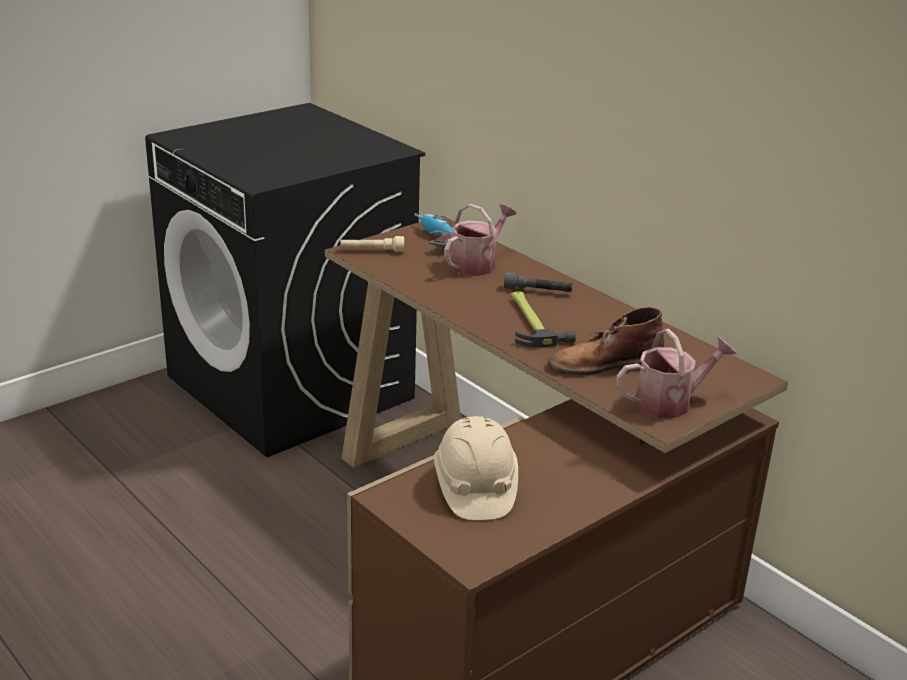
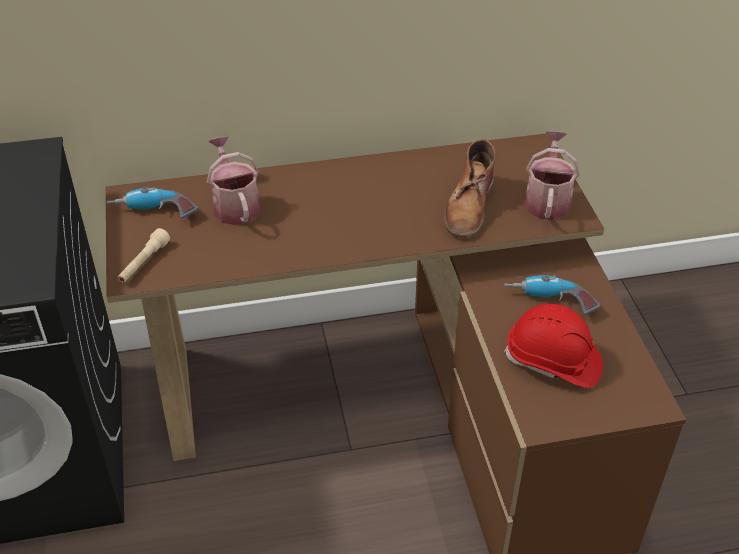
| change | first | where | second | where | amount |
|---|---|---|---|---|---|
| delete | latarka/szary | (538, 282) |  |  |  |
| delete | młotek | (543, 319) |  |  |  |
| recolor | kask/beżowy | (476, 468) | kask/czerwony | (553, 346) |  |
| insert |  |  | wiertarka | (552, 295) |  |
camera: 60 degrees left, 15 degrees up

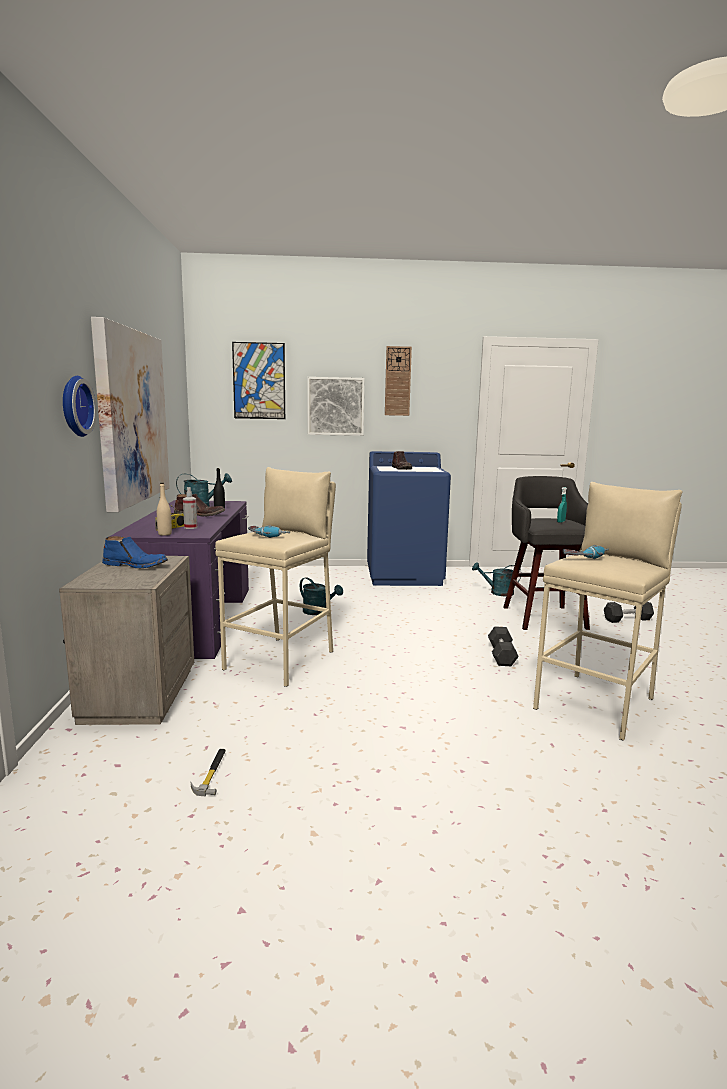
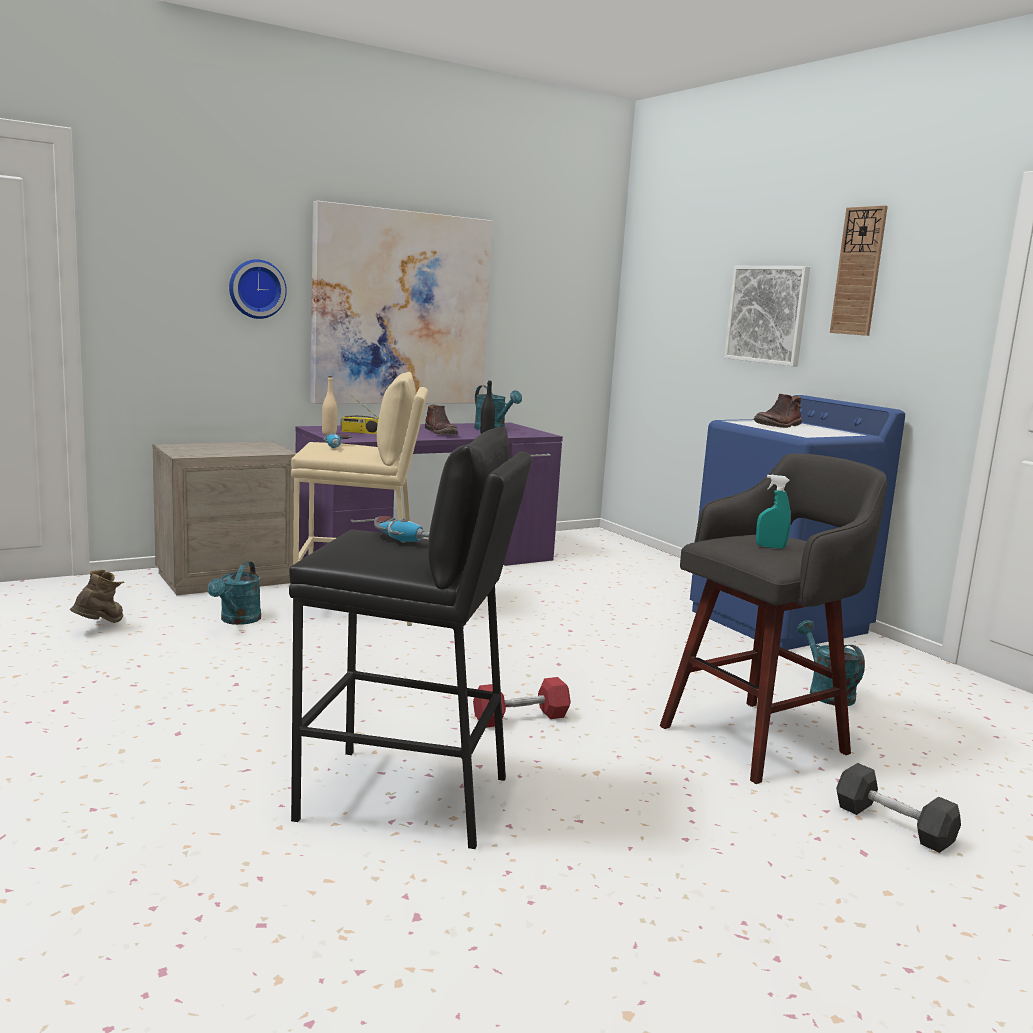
| change | first | where | second | where | amount |
|---|---|---|---|---|---|
| delete | obraz | (258, 380) |  |  |  |
| recolor | stołek/beżowy | (608, 611) | stołek/czarny | (410, 637) |  |
| delete | spryskiwacz | (190, 508) |  |  |  |
| delete | but z cholewką/niebieski | (135, 552) |  |  |  |
| move | konewka/turkusowy | (321, 596) |  | (234, 593) |  |
| recolor | hantel/szary | (503, 646) | hantel/czerwony | (522, 702) |  |
| replace | młotek | (208, 772) | but z cholewką/brązowy | (97, 596) |  |
camera: 60 degrees right, 0 degrees up

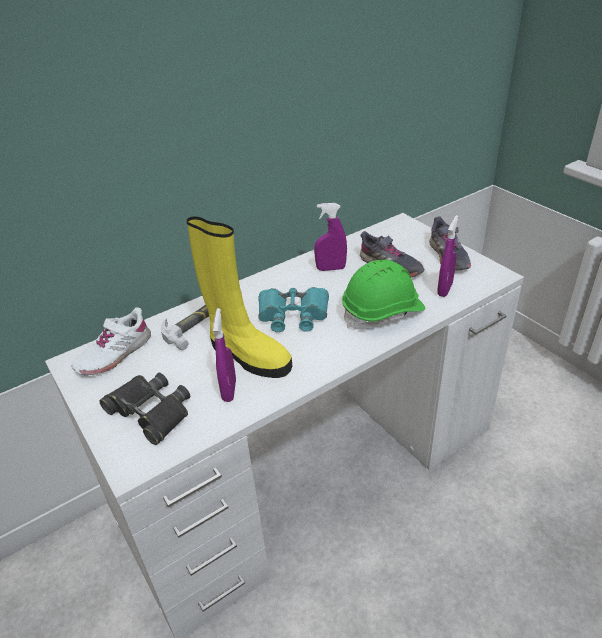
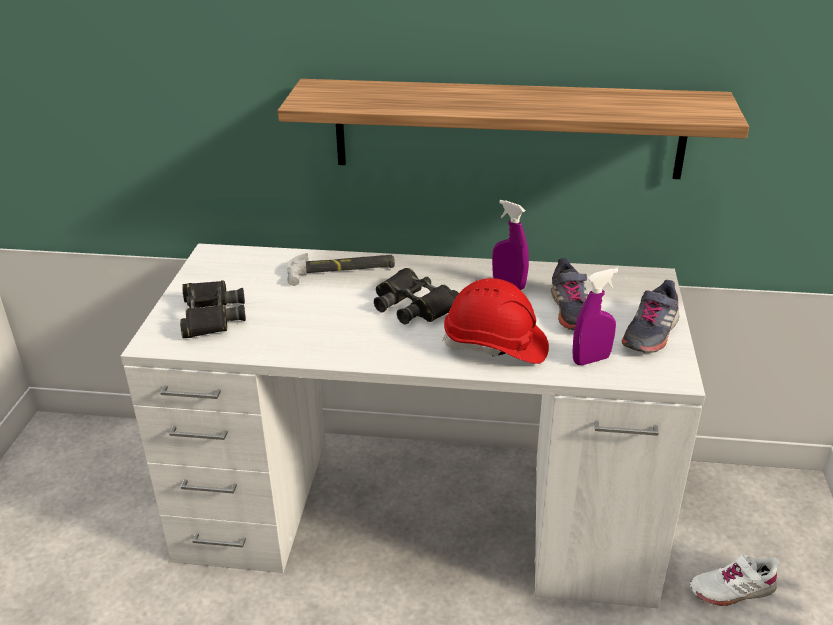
| change | first | where | second | where | amount |
|---|---|---|---|---|---|
| delete | but z cholewką/żółty | (239, 297) |  |  |  |
| recolor | kask/zielony | (384, 295) | kask/czerwony | (495, 321) |  |
| recolor | lornetka/turkusowy | (293, 309) | lornetka/czarny | (416, 296) |  |
| move | but/biały | (111, 341) |  | (735, 580) |  |
| delete | spryskiwacz/fioletowy | (224, 355) |  |  |  |
| insert |  |  | półka | (513, 129) |  |
camera: 40 degrees right, 5 degrees down

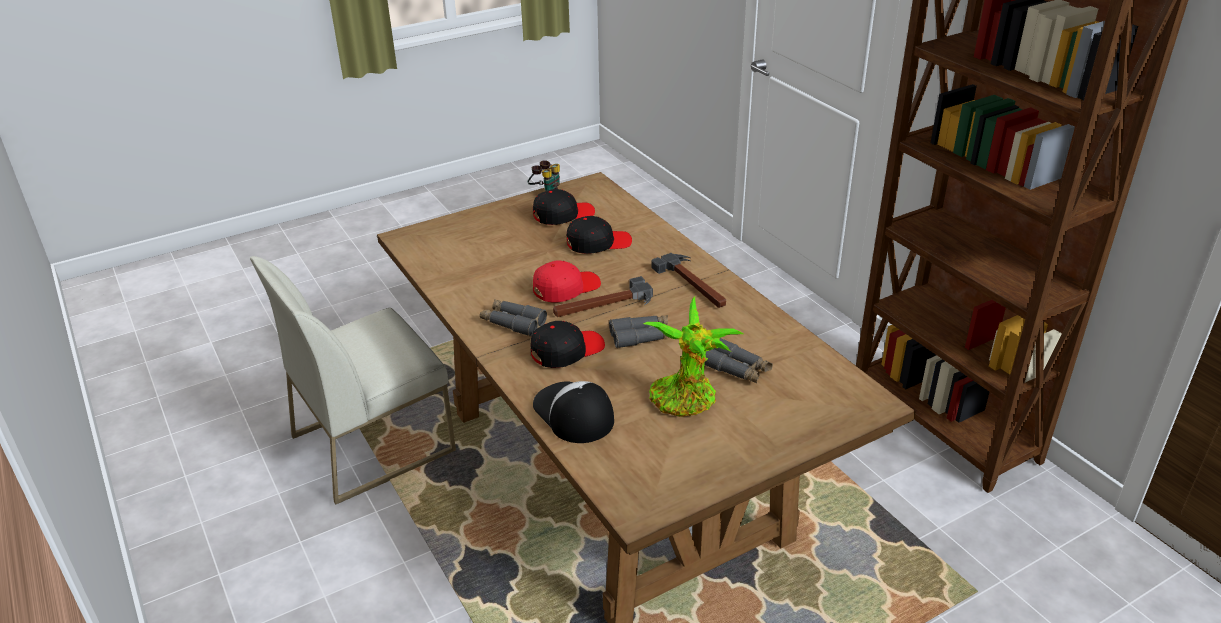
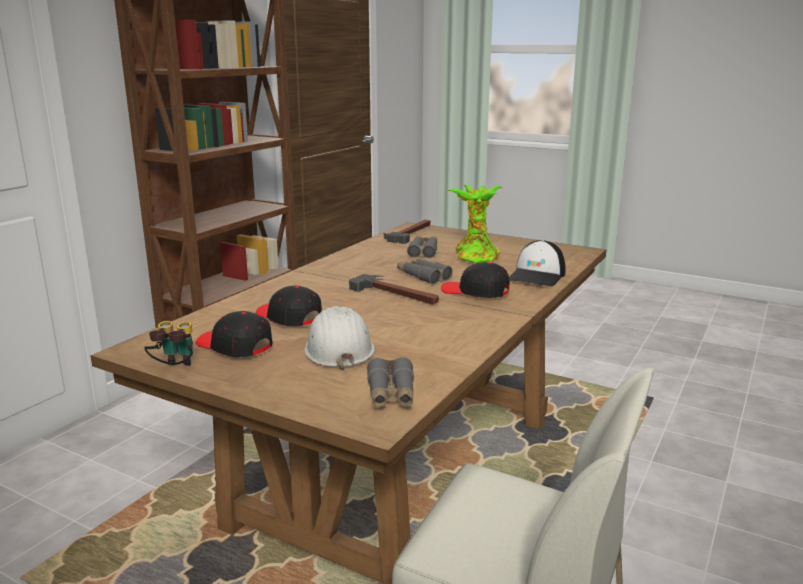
| change | first | where | second | where | amount |
|---|---|---|---|---|---|
| move | młotek | (688, 280) |  | (407, 232) |  |
| delete | czapka z daszkiem/czerwony | (567, 281) |  |  |  |
| move | lornetka/szary | (513, 318) |  | (390, 382) |  |
| insert |  |  | kask/biały | (340, 338) |  |
camera: 120 degrees left, 15 degrees down

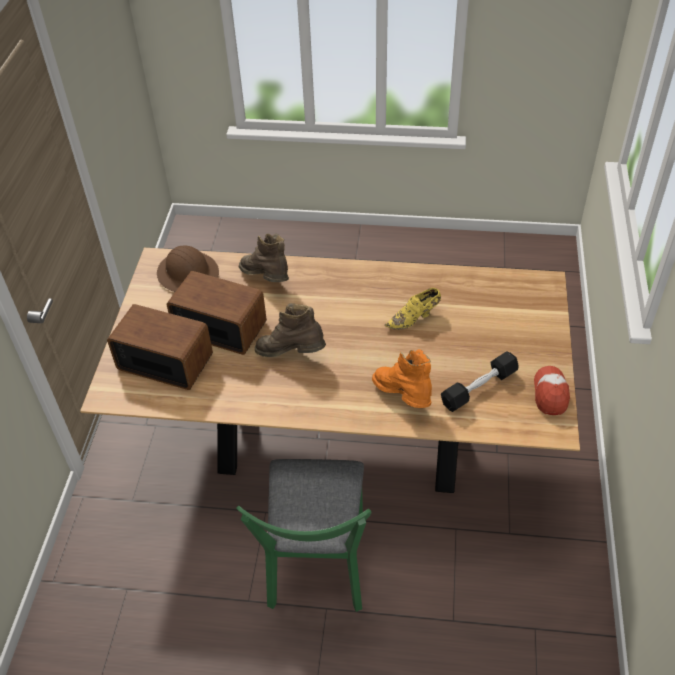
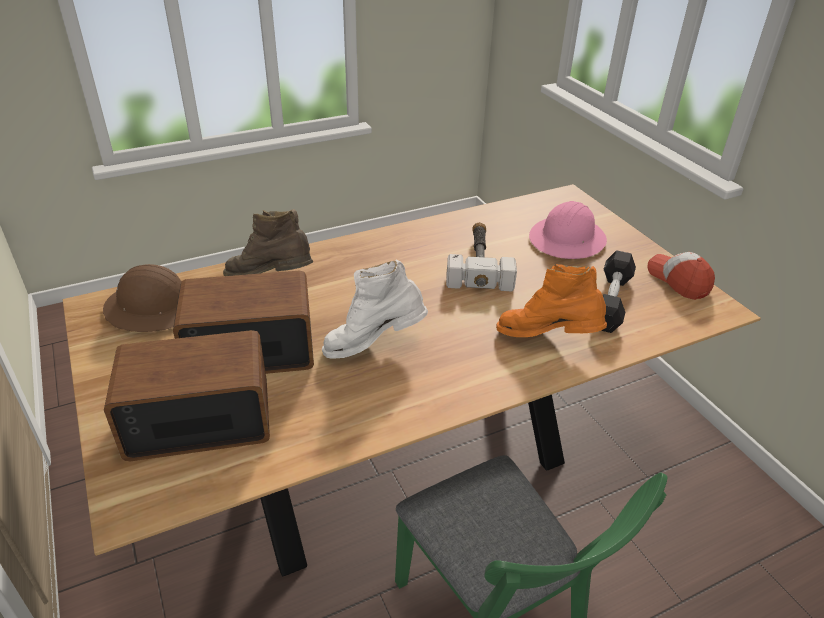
| change | first | where | second | where | amount |
|---|---|---|---|---|---|
| replace | but/żółty | (413, 309) | młotek | (481, 256) |  |
| recolor | but z cholewką/brązowy | (290, 330) | but z cholewką/biały | (375, 309) |  |
| insert |  |  | kask/różowy | (568, 230) |  |
camera: 35 degrees left, 10 degrees down

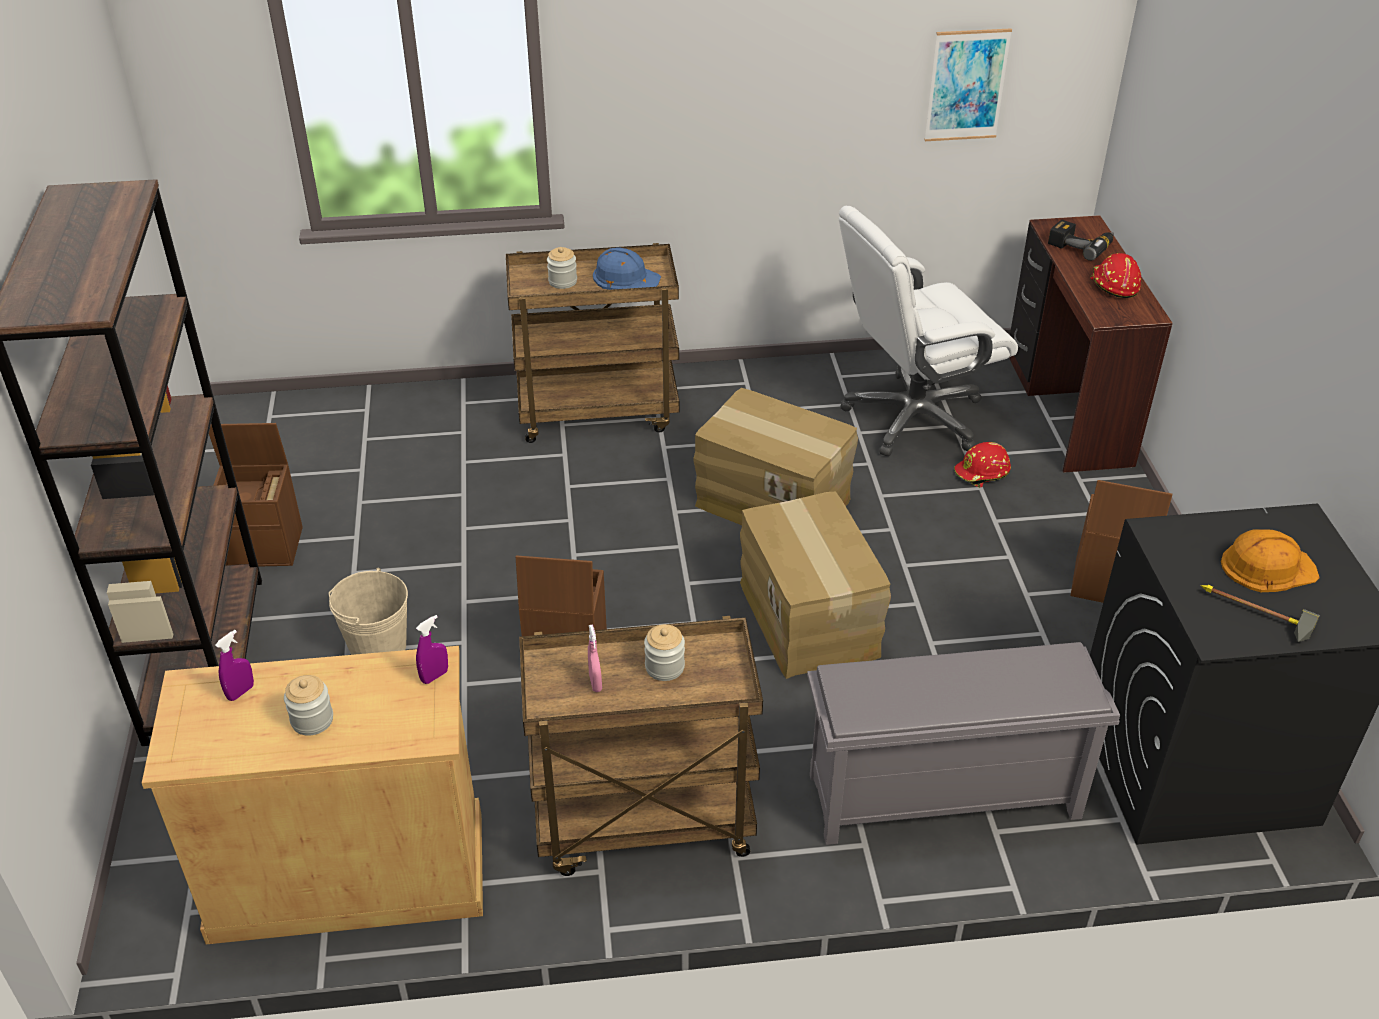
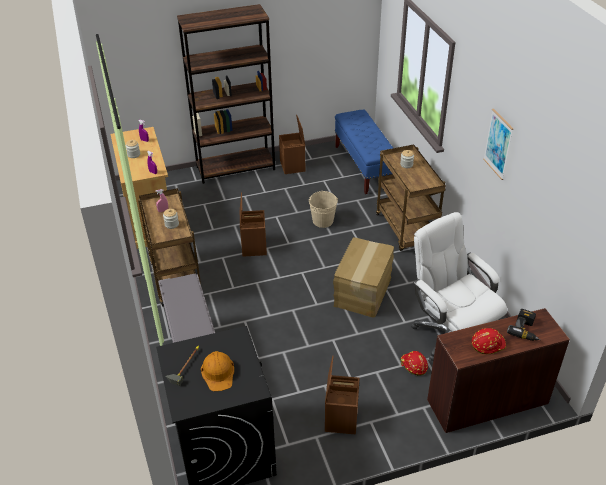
| change | first | where | second | where | amount |
|---|---|---|---|---|---|
| move | obraz | (968, 84) |  | (498, 144) |  |
| delete | kask/niebieski | (627, 268) |  |  |  |
| delete | karton | (815, 585) |  |  |  |
| move | wiadro/beżowy | (368, 611) |  | (323, 209) |  |
| insert |  |  | ławka/niebieski | (364, 152) |  |
camera: 80 degrees right, 0 degrees up

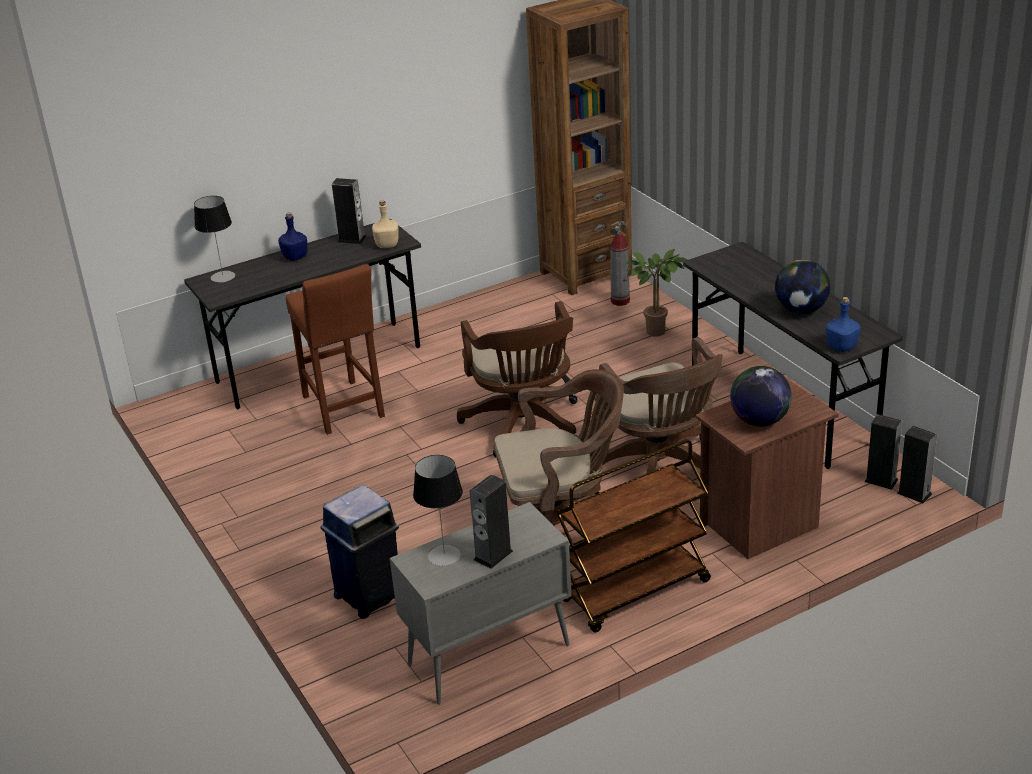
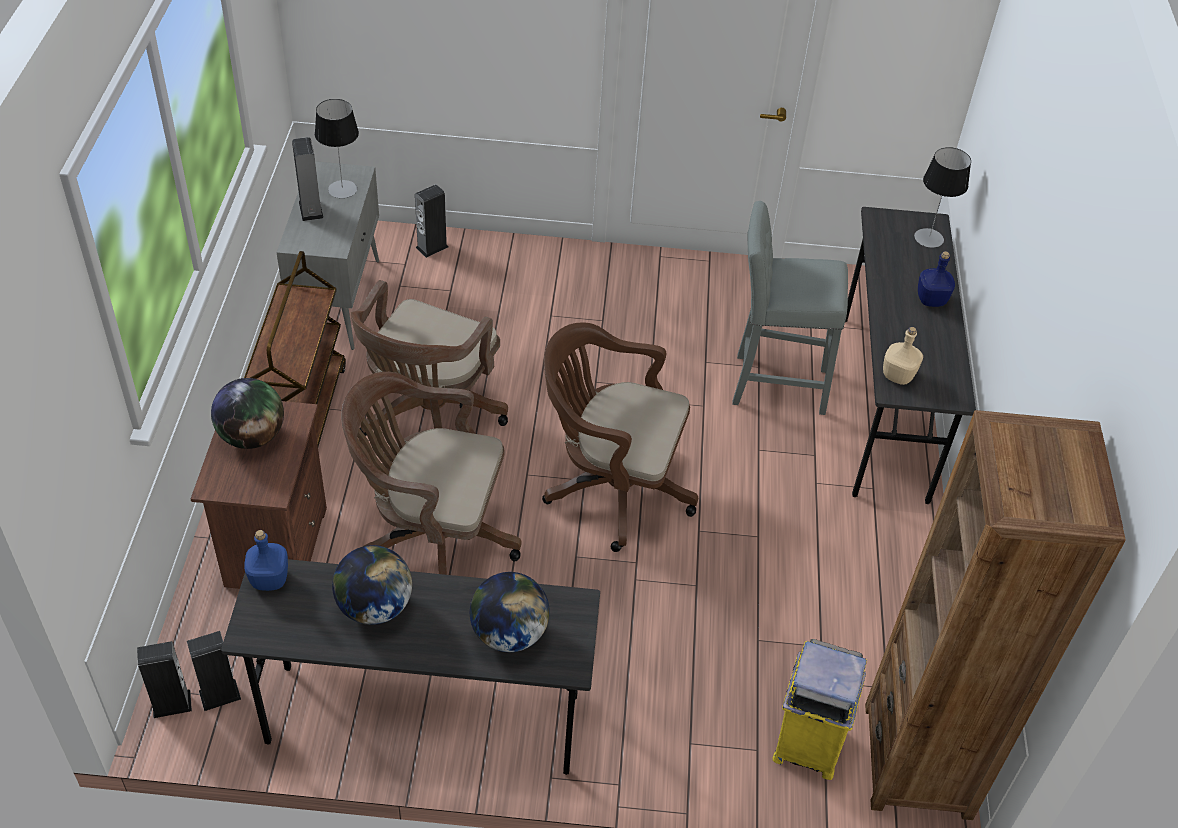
| change | first | where | second | where | amount |
|---|---|---|---|---|---|
| move | głośnik | (349, 211) |  | (431, 221) |  |
| replace | gaśnica | (620, 263) | kosz na śmieci/żółty | (819, 709) |  |
| delete | roślina doniczkowa | (656, 293) |  |  |  |
| recolor | stołek/brązowy | (335, 349) | stołek/szary | (790, 308) |  |
| delete | kosz na śmieci/niebieski | (359, 552) |  |  |  |
| insert |  |  | globus | (510, 612) |  |
camera: 120 degrees right, 15 degrees up

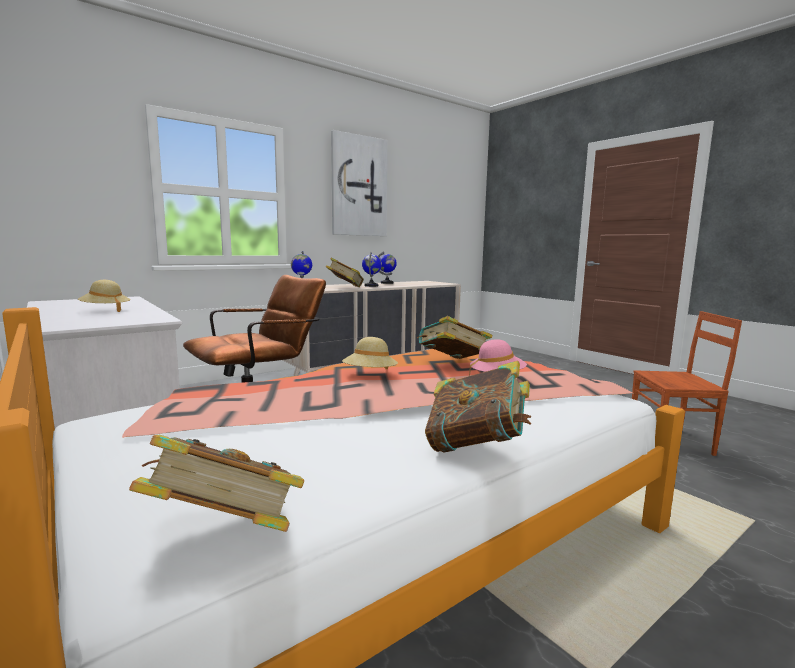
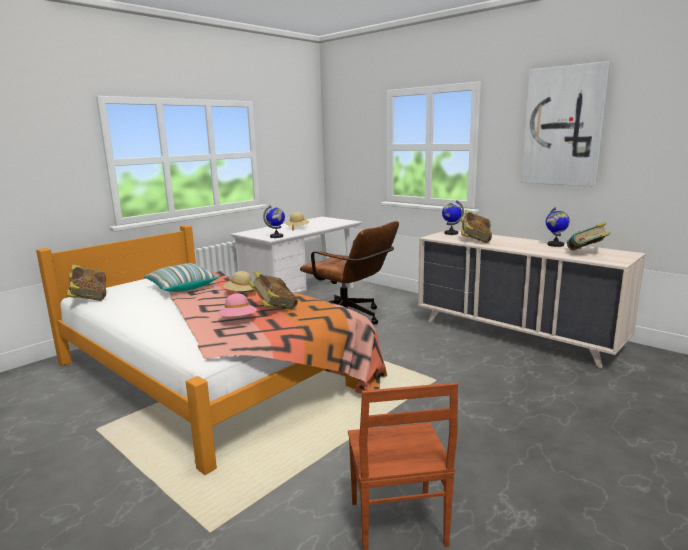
| change | first | where | second | where | amount |
|---|---|---|---|---|---|
| move | globus | (372, 269) |  | (274, 221) |  |
| move | książka | (478, 407) |  | (589, 236) |  |
| insert |  |  | poduszka | (181, 277) |  |
camera: 80 degrees right, 5 degrees up

